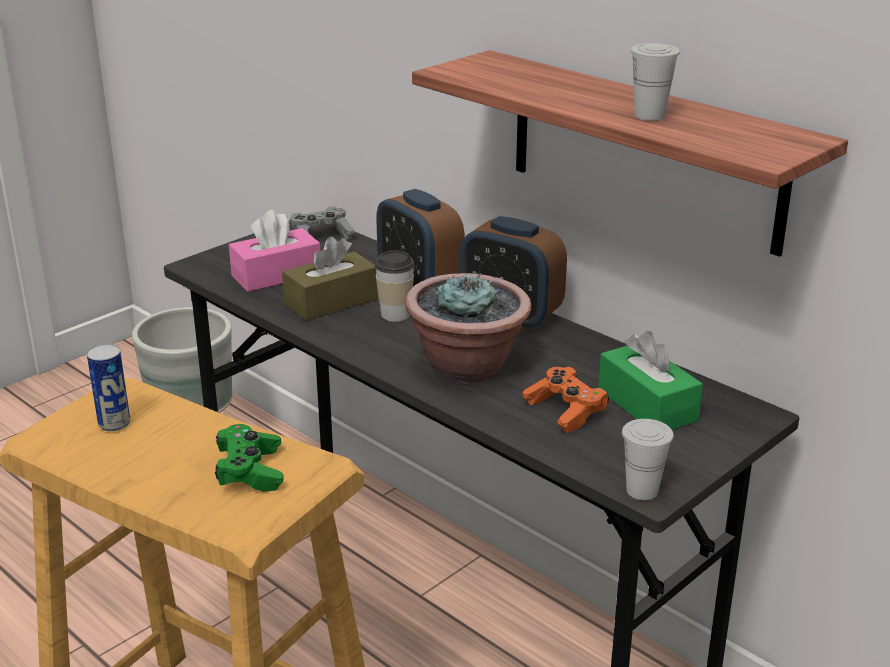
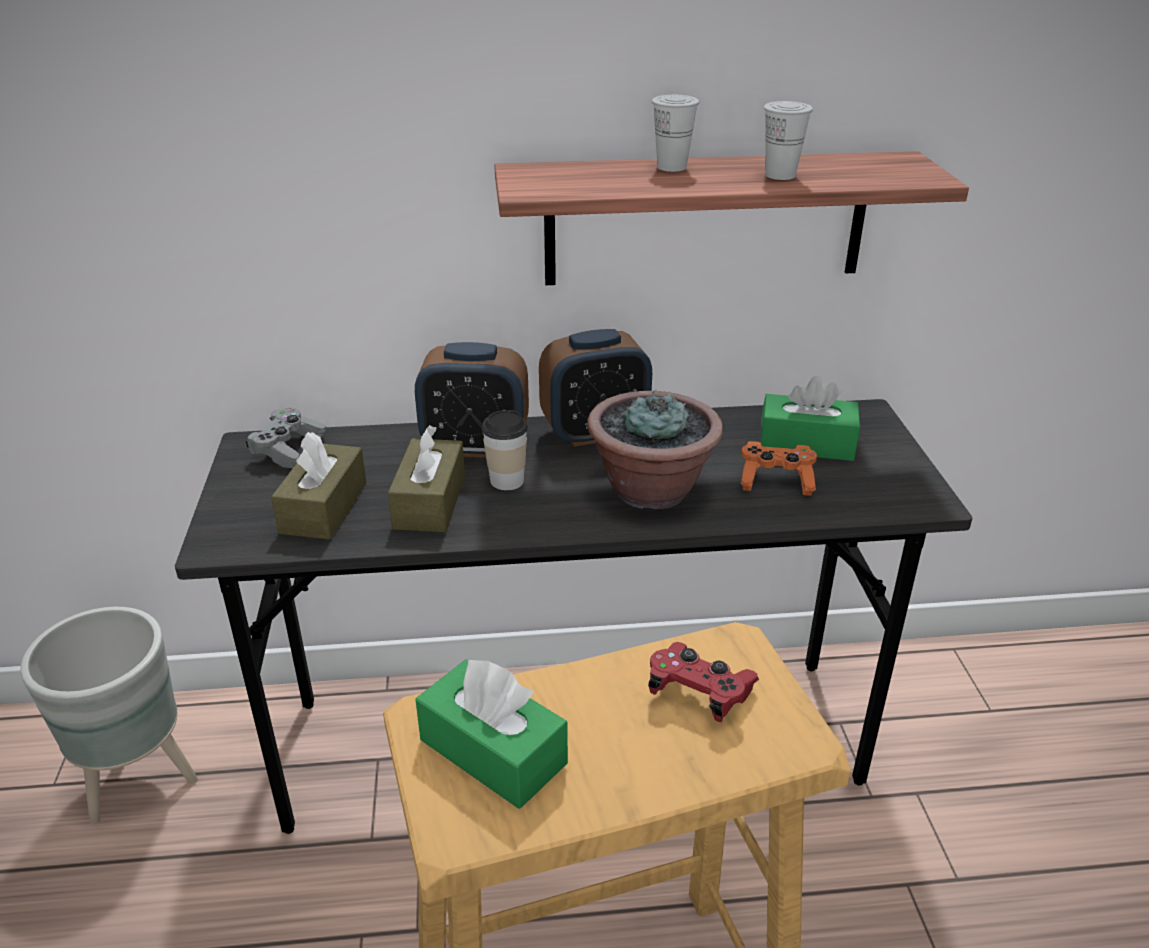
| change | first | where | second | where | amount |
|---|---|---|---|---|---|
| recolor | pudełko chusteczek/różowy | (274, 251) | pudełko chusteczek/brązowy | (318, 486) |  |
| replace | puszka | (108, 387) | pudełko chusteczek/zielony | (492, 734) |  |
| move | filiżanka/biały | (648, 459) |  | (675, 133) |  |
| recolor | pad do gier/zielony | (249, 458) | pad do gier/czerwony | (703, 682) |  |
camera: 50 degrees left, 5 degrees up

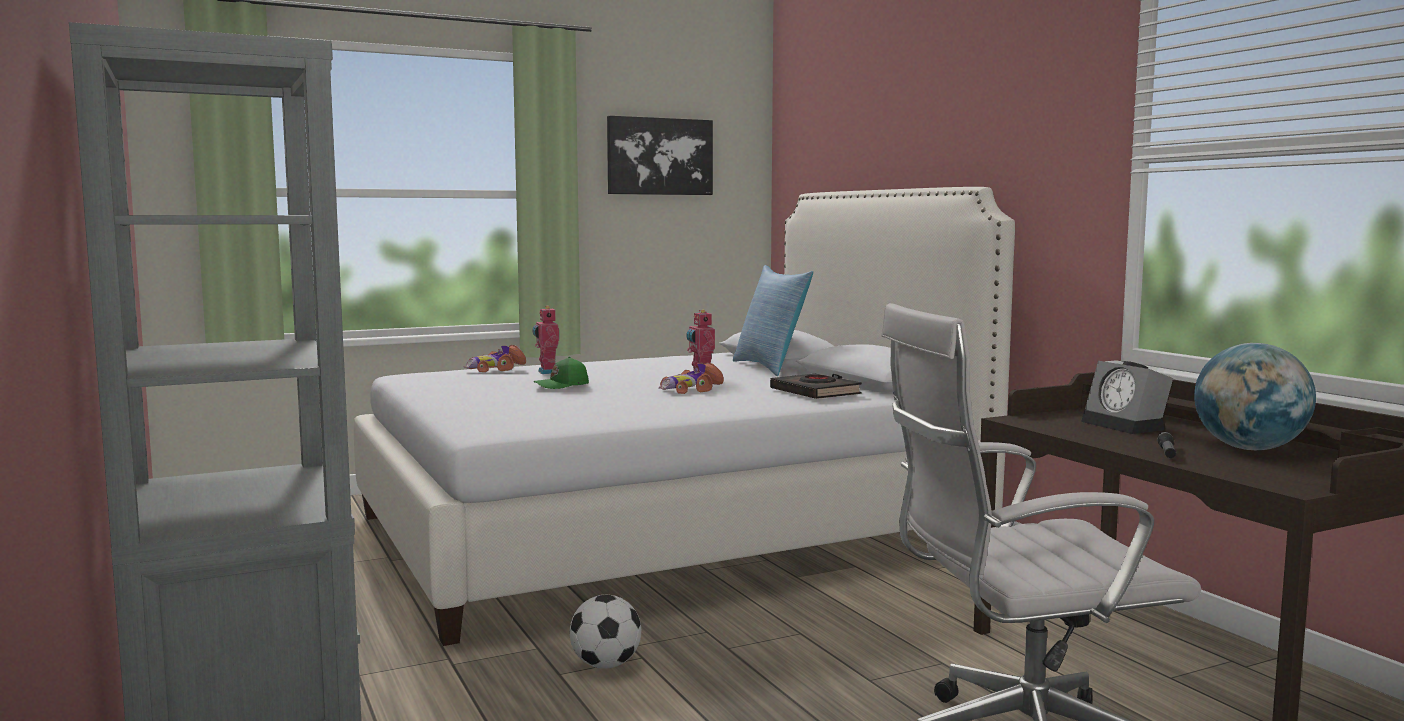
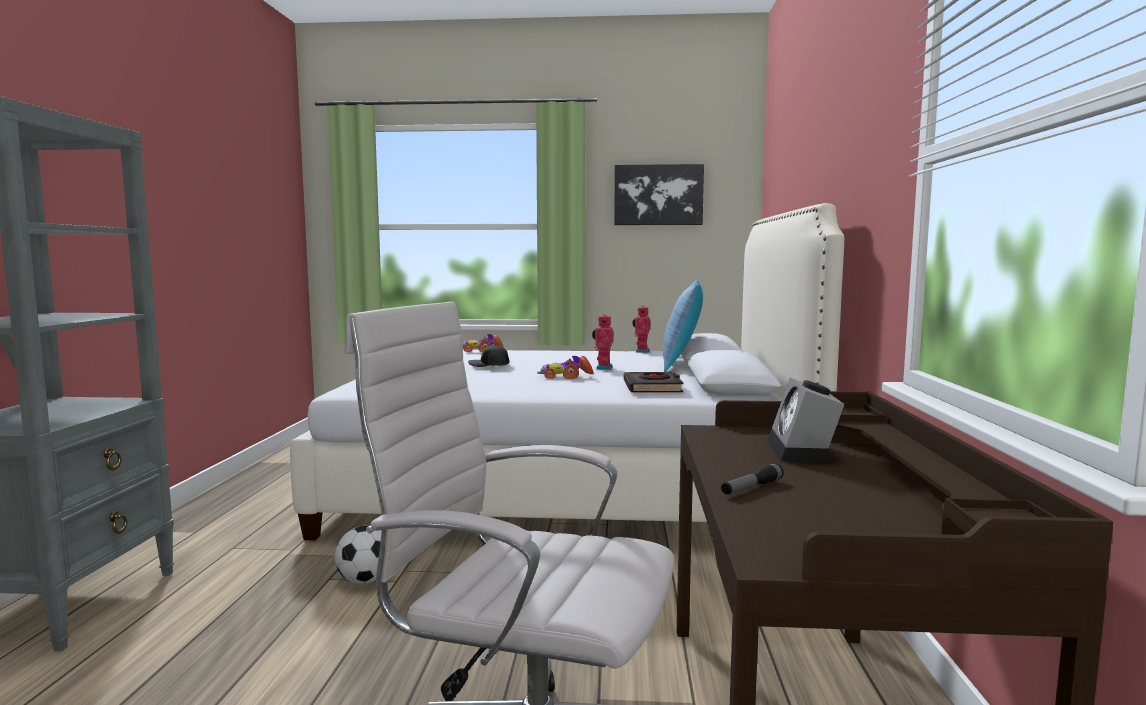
| change | first | where | second | where | amount |
|---|---|---|---|---|---|
| move | robot zabawkowy | (545, 340) |  | (641, 329) |  |
| delete | globus | (1255, 396) |  |  |  |
| recolor | czapka z daszkiem/zielony | (561, 373) | czapka z daszkiem/czarny | (488, 355) |  |
camera: 30 degrees right, 0 degrees up

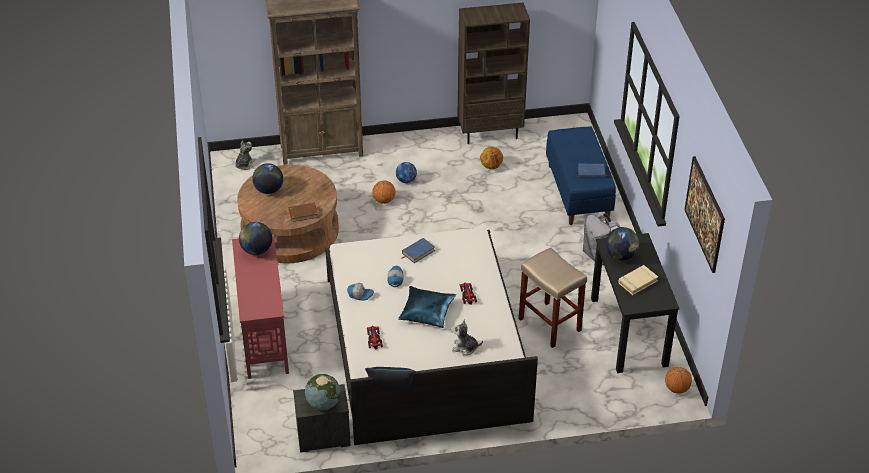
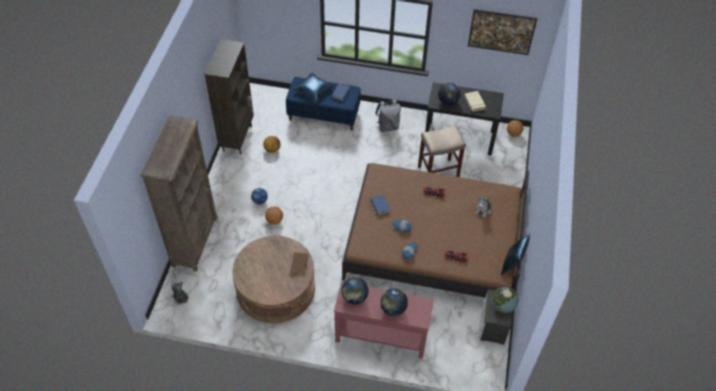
| change | first | where | second | where | amount |
|---|---|---|---|---|---|
| move | globus | (267, 178) |  | (394, 302) |  |
| recolor | łóżko/biały | (431, 336) | łóżko/brązowy | (435, 230) |  |
| move | poduszka/niebieski | (427, 307) |  | (313, 87) |  |
camera: 70 degrees left, 10 degrees up

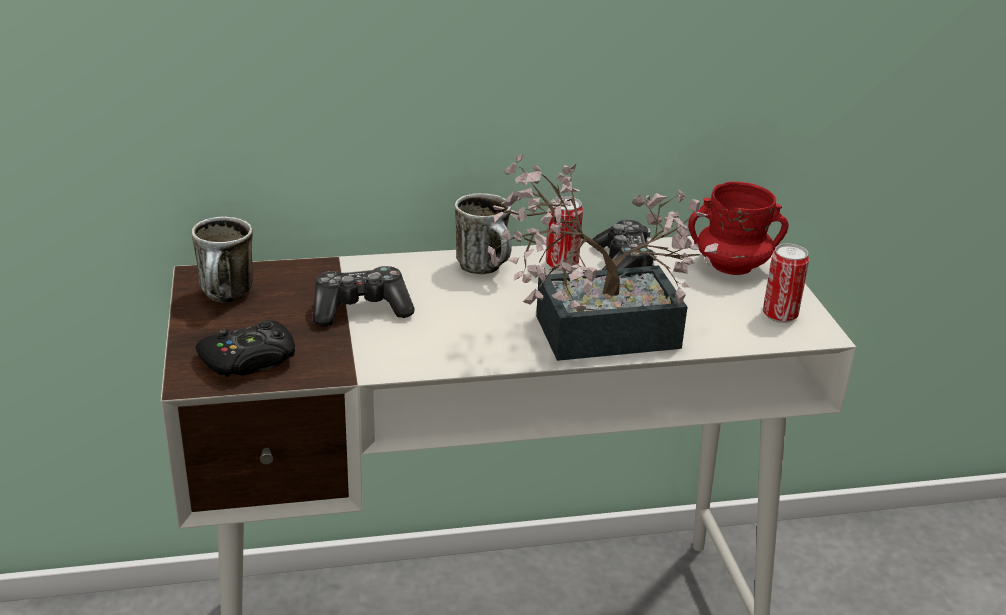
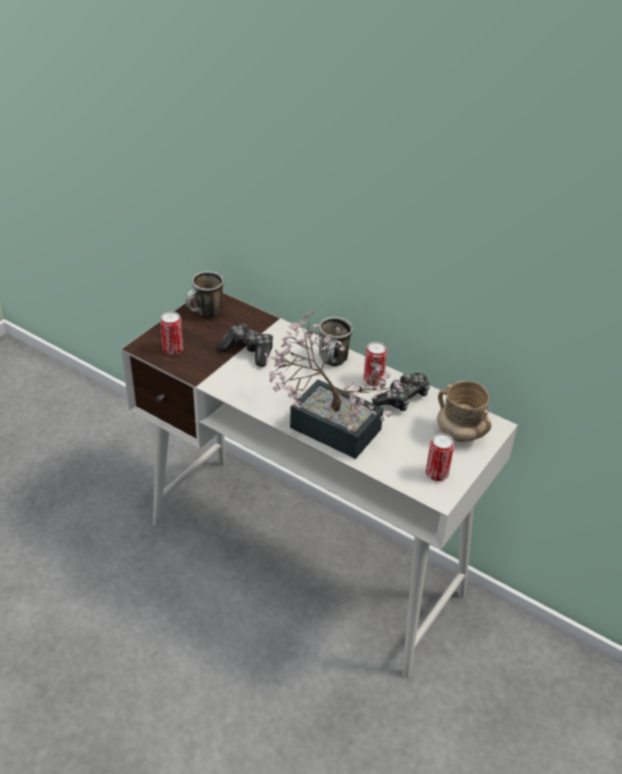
| change | first | where | second | where | amount |
|---|---|---|---|---|---|
| recolor | kubek/czerwony | (738, 228) | kubek/beżowy | (464, 411) |  |
| replace | pad do gier/czarny | (245, 349) | puszka | (171, 333) |  |
camera: 45 degrees right, 10 degrees up

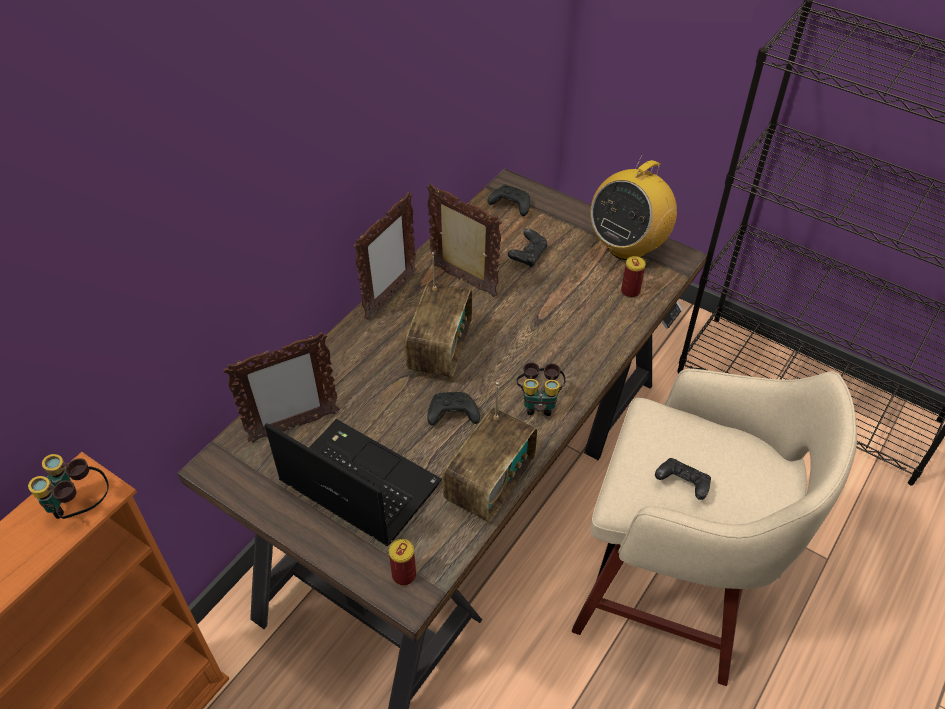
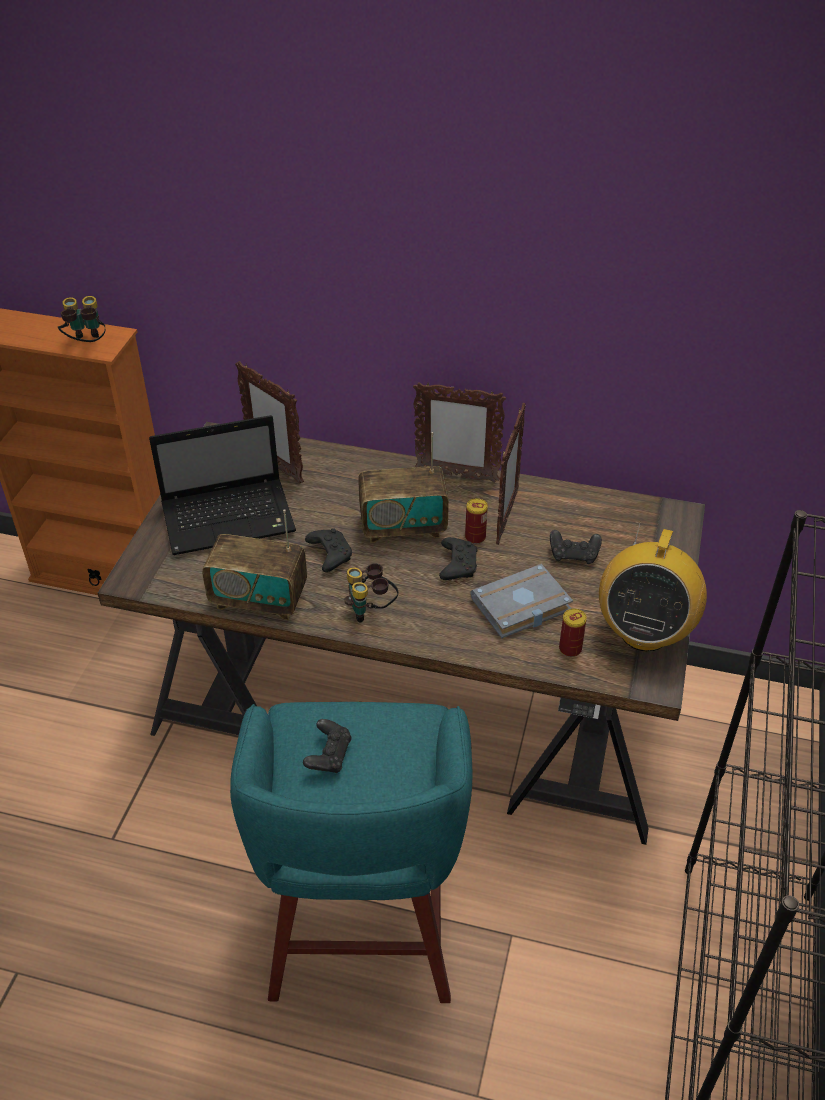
| change | first | where | second | where | amount |
|---|---|---|---|---|---|
| rotate | radio | (633, 207) |  | (653, 586) | 90 degrees counterclockwise |
| move | pad do gier/czarny | (508, 200) |  | (458, 558) |  |
| recolor | stołek/beżowy | (714, 527) | stołek/turkusowy | (351, 852) |  |
| rotate | laptop | (353, 482) |  | (222, 485) | 60 degrees clockwise |
| move | puszka | (402, 562) |  | (476, 521) |  |
| insert |  |  | książka/szary | (522, 601) |  |
camera: 70 degrees right, 5 degrees down

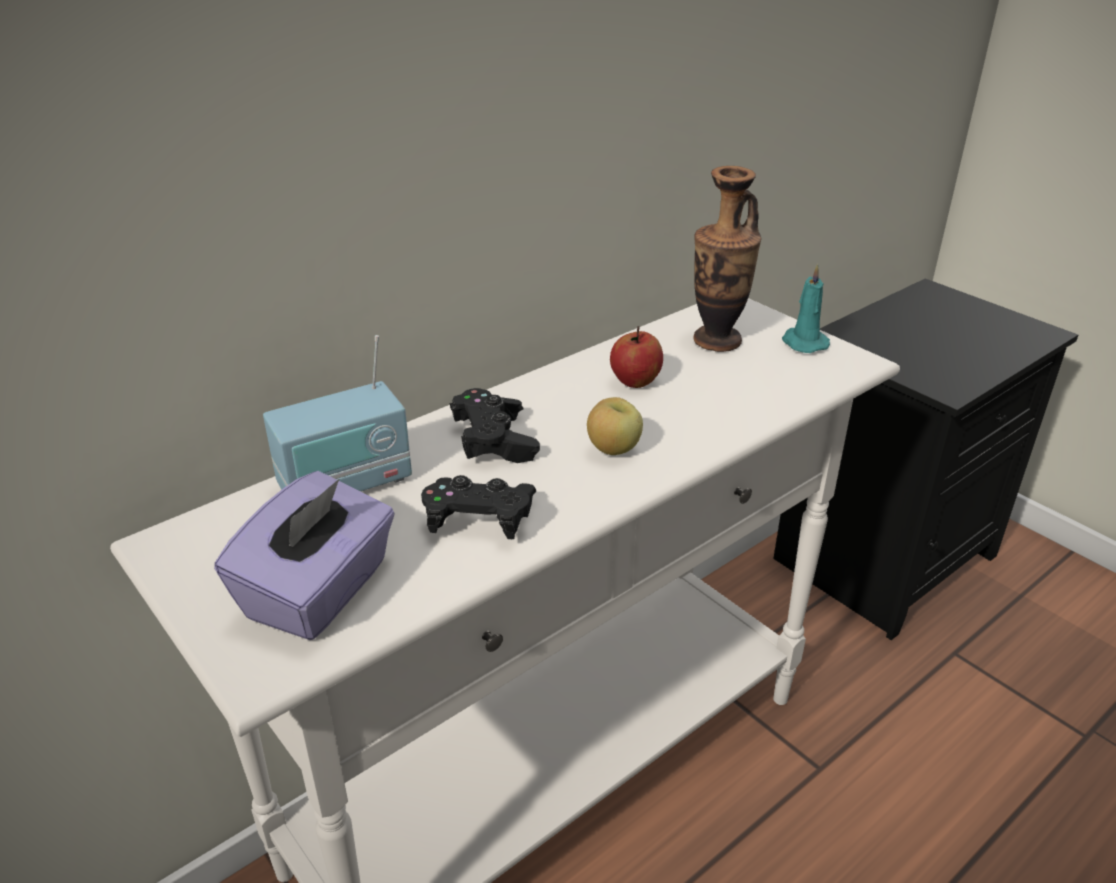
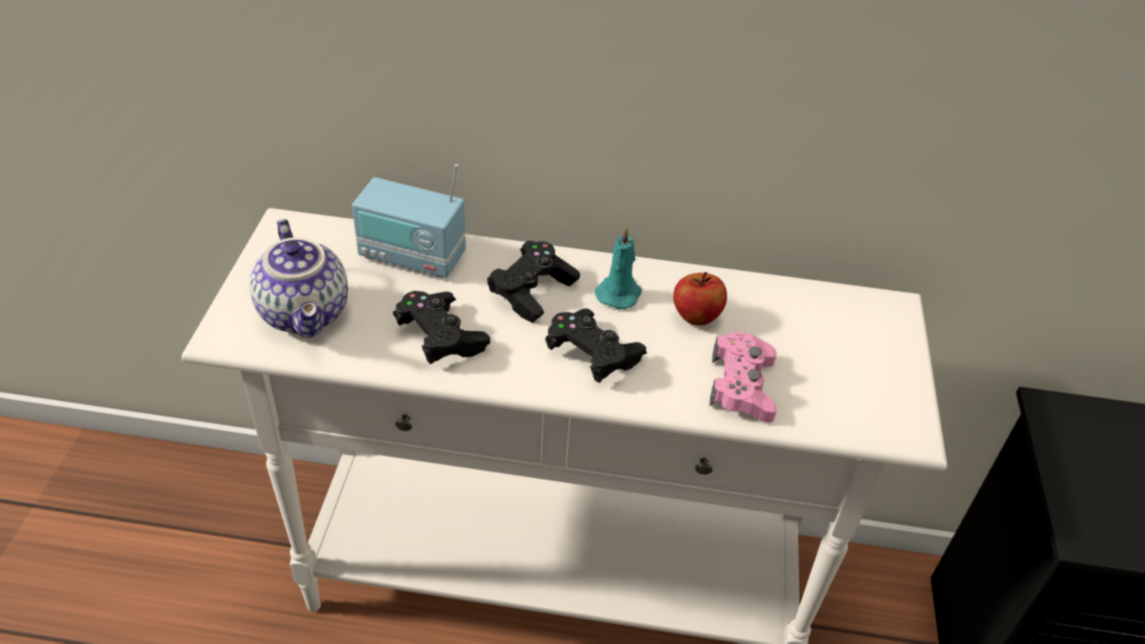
| change | first | where | second | where | amount |
|---|---|---|---|---|---|
| delete | wazon | (727, 259) |  |  |  |
| move | świeca/turkusowy | (806, 308) |  | (618, 268) |  |
| replace | jabłko | (615, 426) | pad do gier/czarny | (596, 345) |  |
| replace | pudełko chusteczek/fioletowy | (304, 555) | imbryk | (299, 278) |  |
| insert |  |  | pad do gier/różowy | (743, 377) |  |
camera: 45 degrees right, 10 degrees up

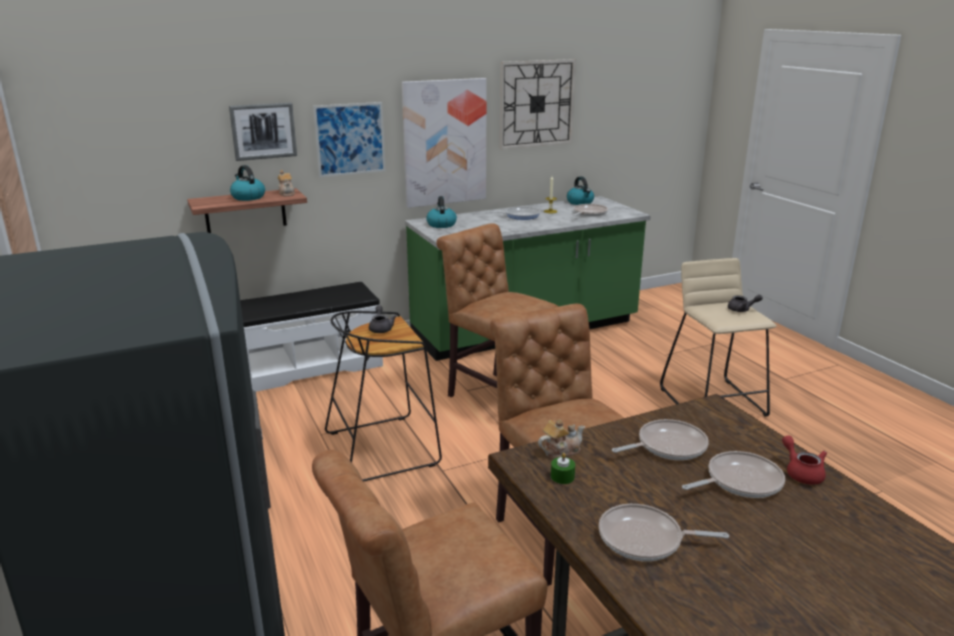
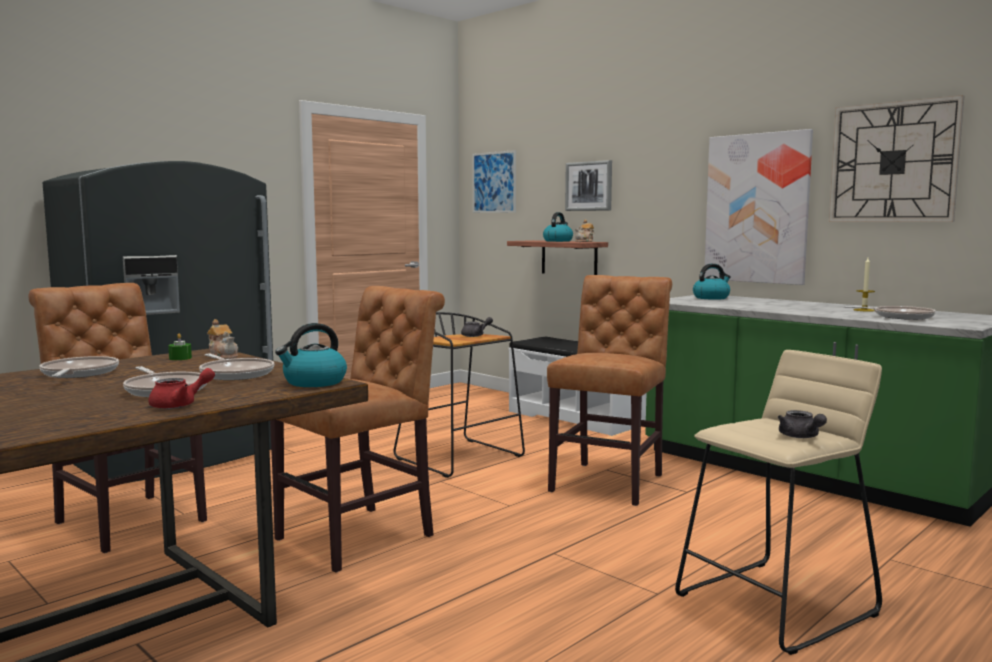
| change | first | where | second | where | amount |
|---|---|---|---|---|---|
| move | obraz | (349, 139) |  | (494, 181) |  |
| move | czajnik | (580, 190) |  | (311, 355) |  |
| delete | patelnia | (514, 213) |  |  |  |
camera: 70 degrees right, 15 degrees down

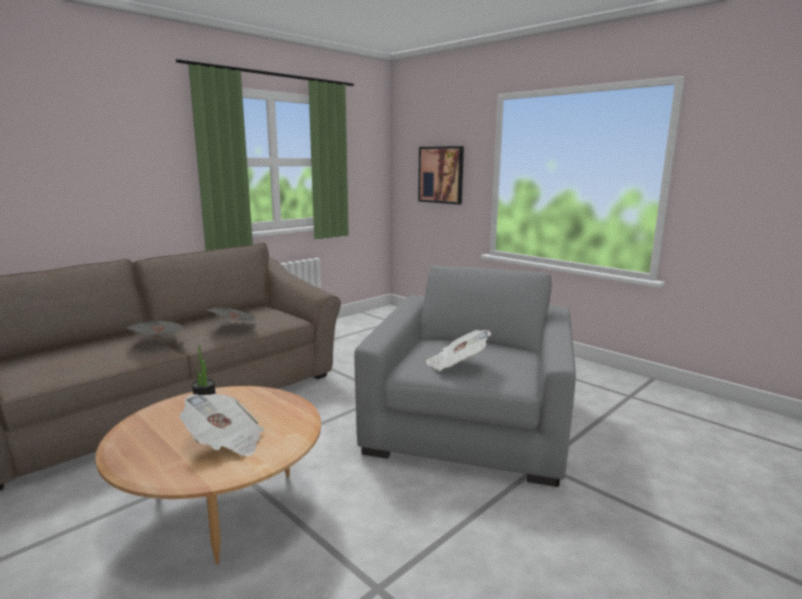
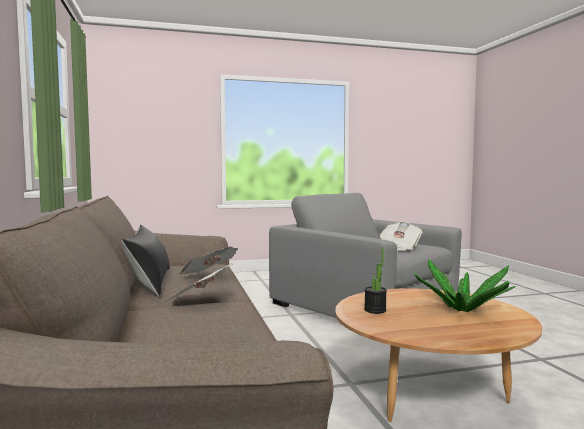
| change | first | where | second | where | amount |
|---|---|---|---|---|---|
| delete | obraz | (441, 175) |  |  |  |
| replace | gazeta | (222, 425) | roślina doniczkowa | (465, 285) |  |
| insert |  |  | poduszka/czarny | (145, 260) |  |
camera: 60 degrees left, 10 degrees down

